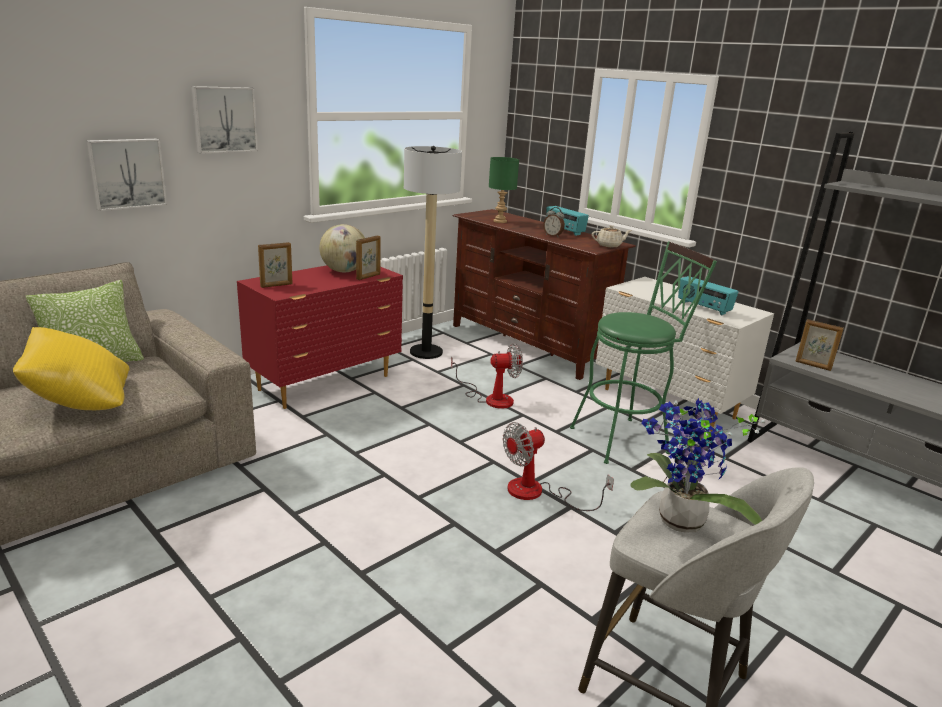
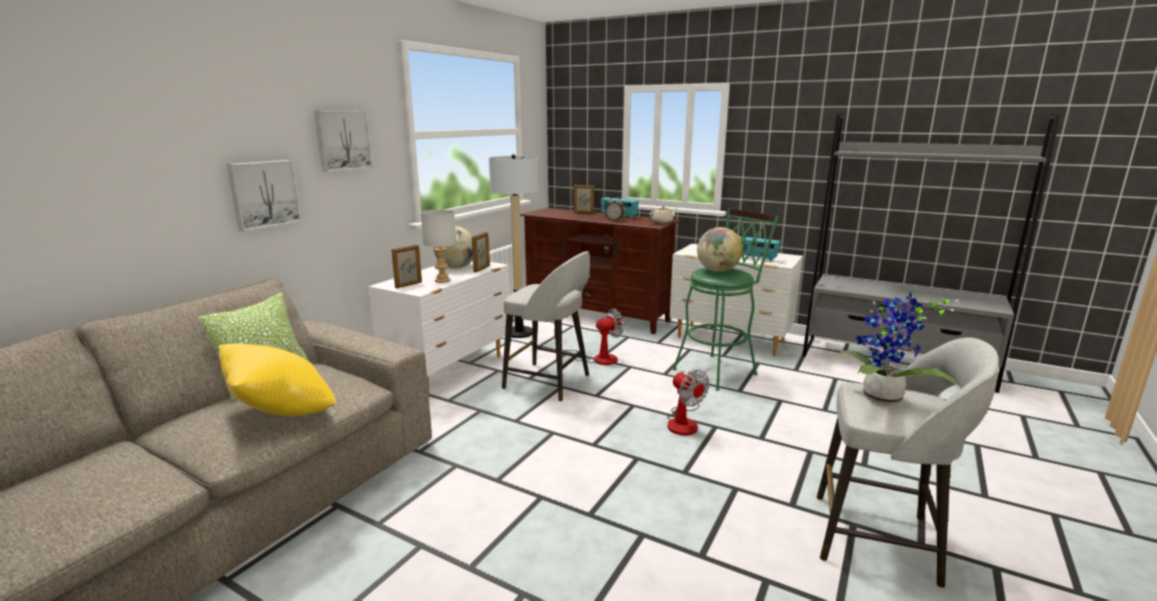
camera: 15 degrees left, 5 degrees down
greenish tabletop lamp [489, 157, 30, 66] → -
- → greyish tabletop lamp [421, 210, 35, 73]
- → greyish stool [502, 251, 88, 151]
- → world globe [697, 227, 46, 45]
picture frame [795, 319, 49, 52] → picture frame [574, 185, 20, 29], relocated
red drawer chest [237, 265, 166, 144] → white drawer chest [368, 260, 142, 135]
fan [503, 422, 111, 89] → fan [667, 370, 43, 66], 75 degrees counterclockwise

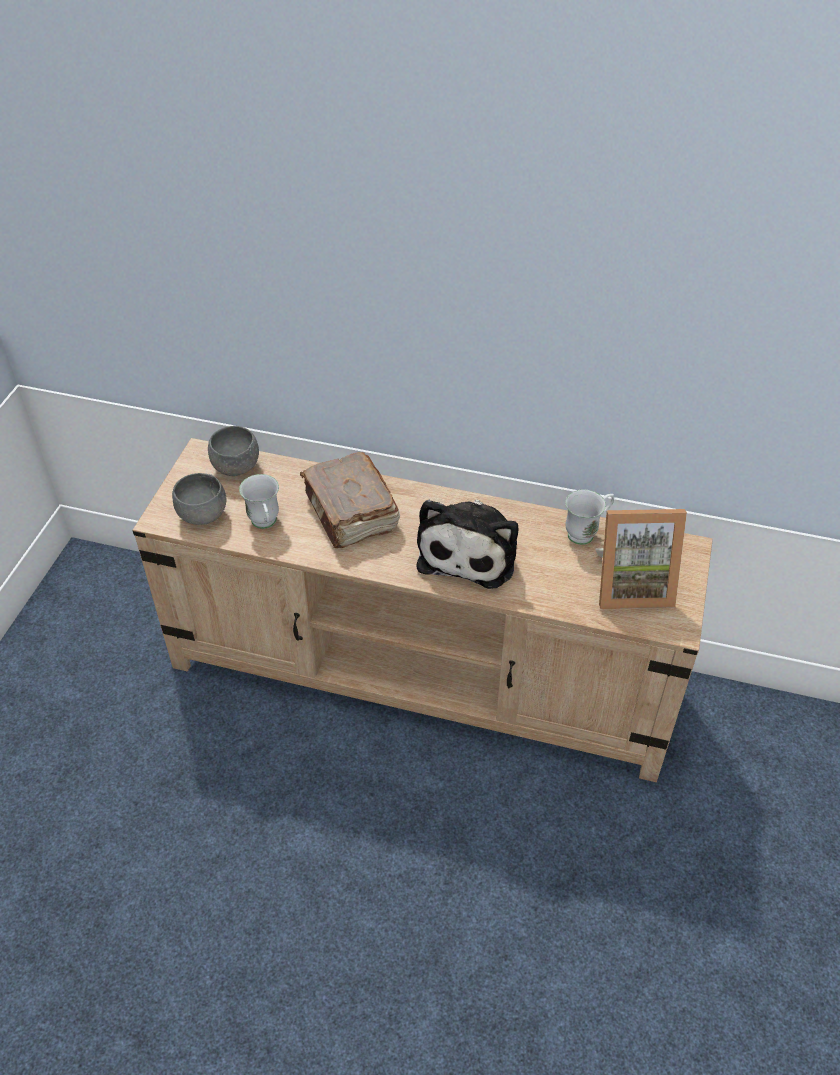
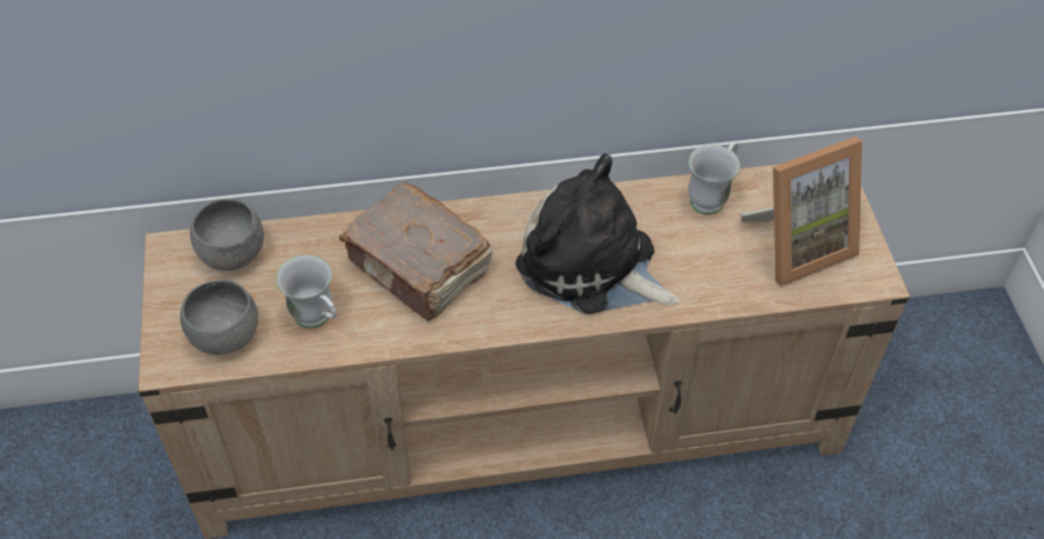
camera: 25 degrees left, 5 degrees up
plush toy [417, 500, 101, 89] → plush toy [516, 154, 163, 160], 135 degrees clockwise

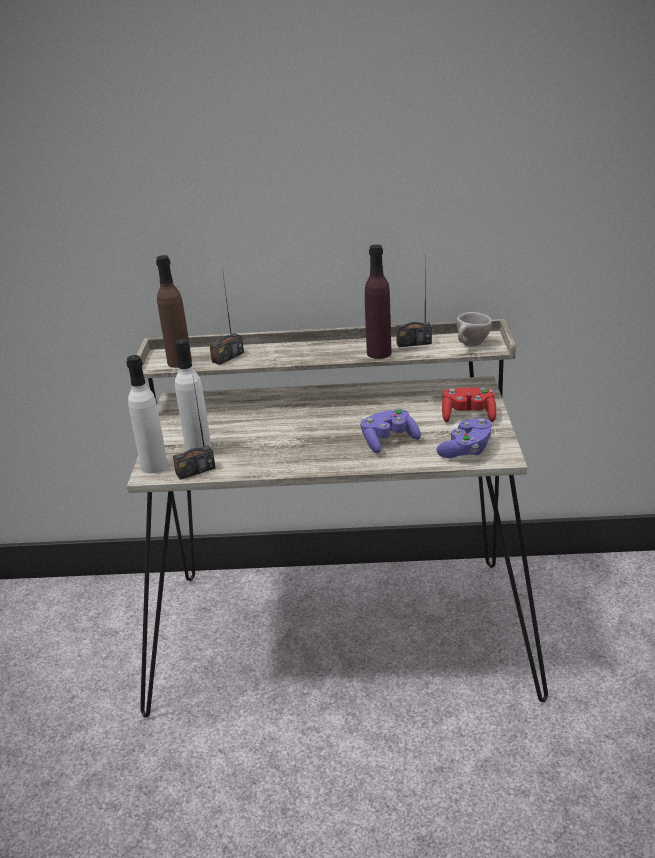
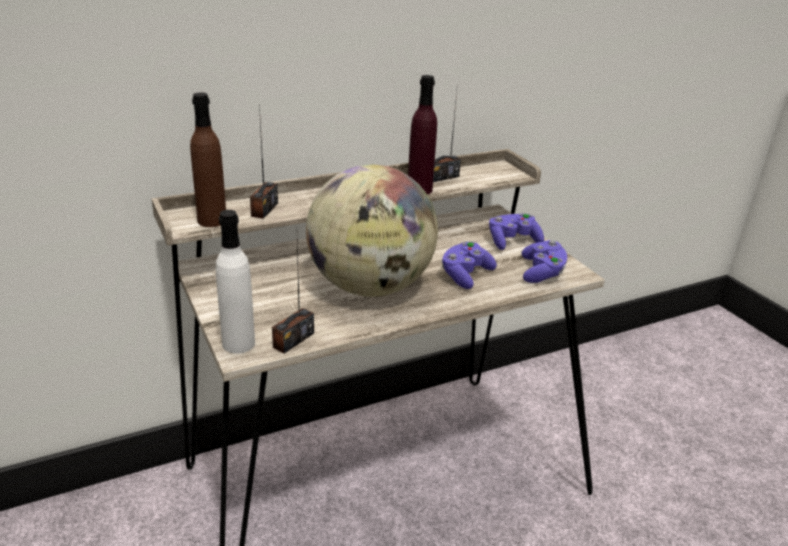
camera: 30 degrees left, 0 degrees up
white bottle [174, 339, 37, 112] → -
beige-coloured small cup [456, 312, 36, 35] → -
- → world globe [306, 165, 132, 132]
red joypad [442, 387, 54, 36] → purple-coloured joypad [489, 213, 55, 37]

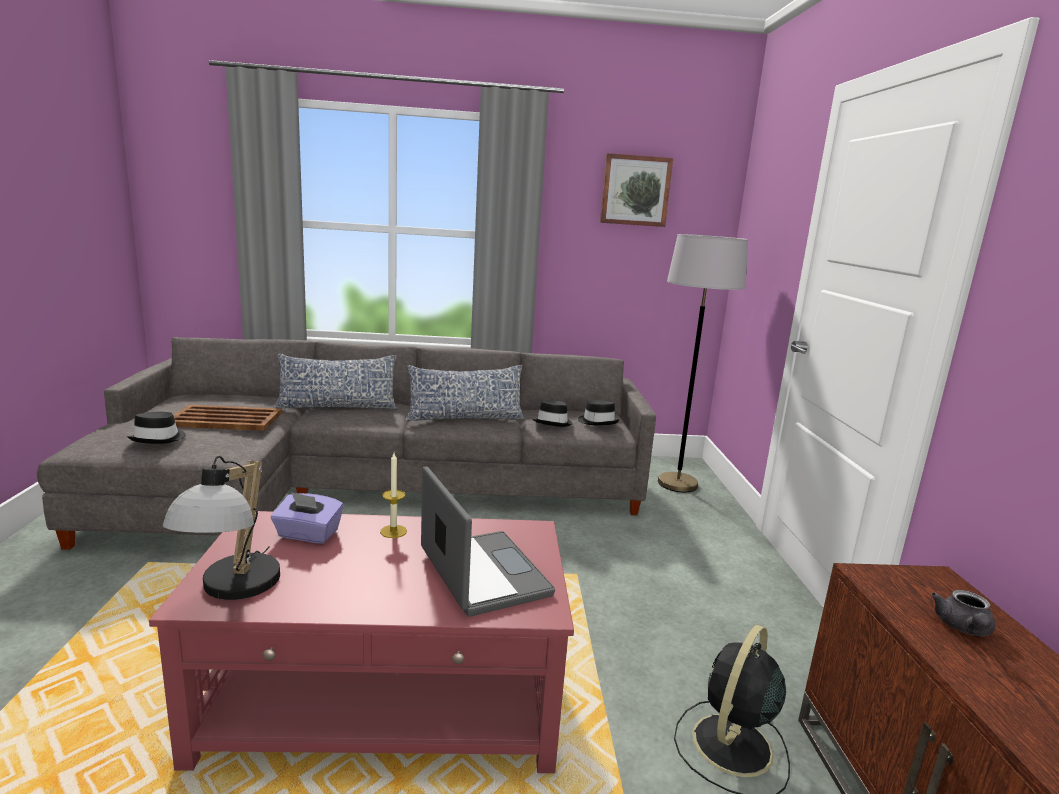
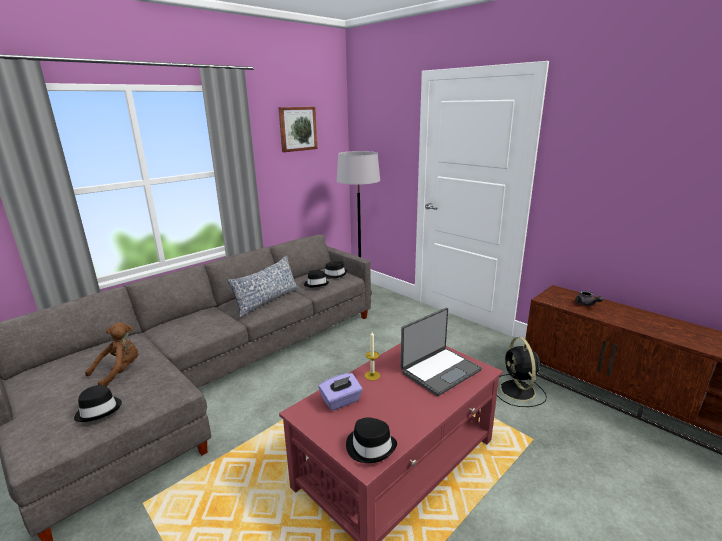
camera: 40 degrees left, 5 degrees up
throw pillow [273, 353, 125, 56] → -
tabletop lamp [162, 456, 118, 144] → black hat [346, 418, 51, 45]
brown carrying tray [173, 404, 109, 27] → brown plush toy [85, 322, 53, 65]
laptop [421, 467, 134, 150] → laptop [401, 308, 81, 88], 120 degrees clockwise

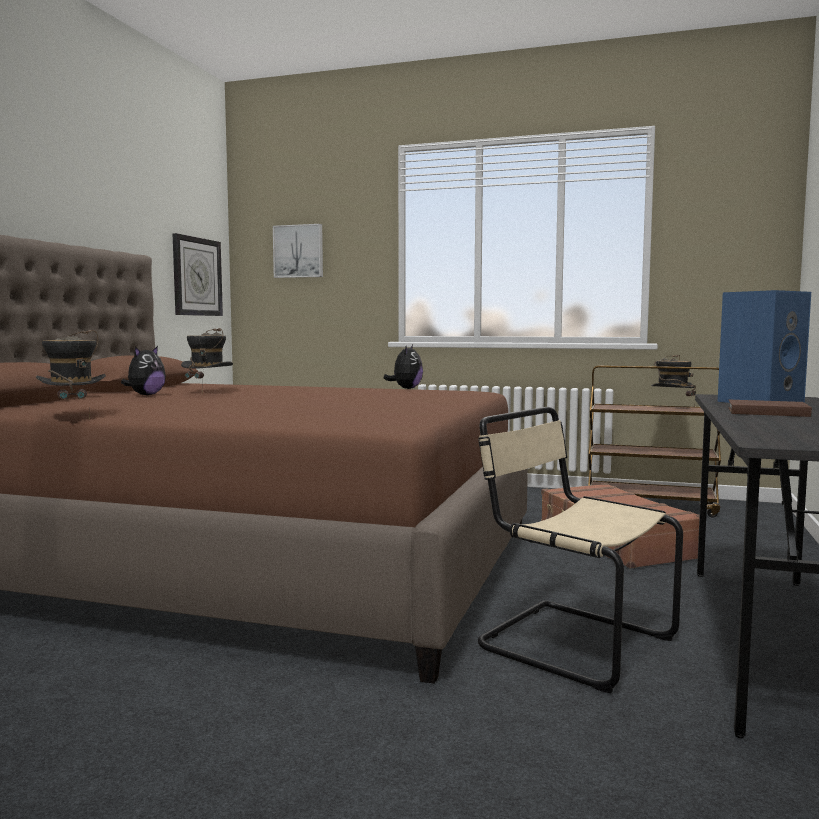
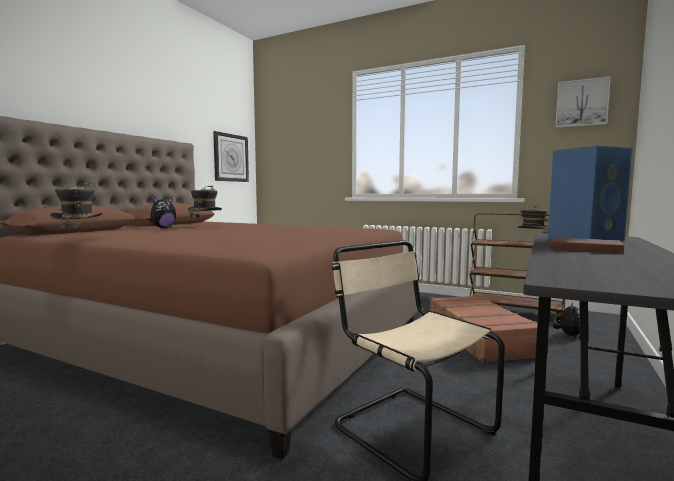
camera: 10 degrees right, 0 degrees up
picture [273, 224, 50, 54] → picture [555, 76, 56, 52], relocated
plush toy [384, 345, 39, 44] → plush toy [553, 302, 27, 34], relocated

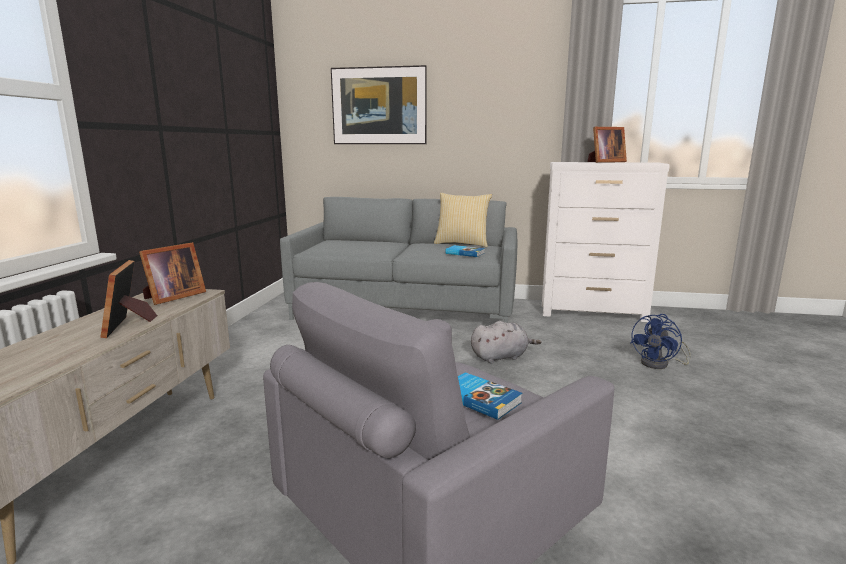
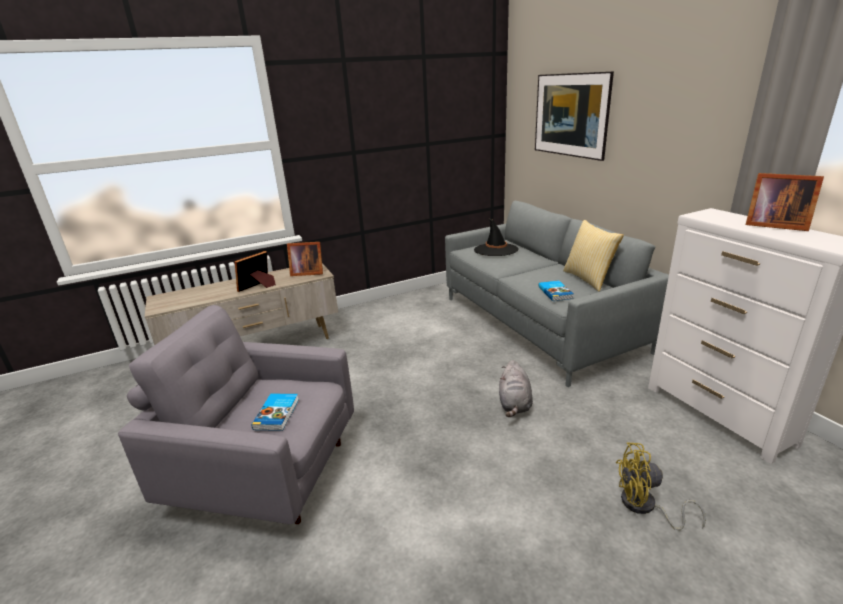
camera: 55 degrees right, 10 degrees up
- → black hat [474, 218, 45, 38]
blue-coloured fan [631, 314, 60, 55] → yellowish fan [616, 442, 90, 89]
greyish plush toy [471, 321, 70, 42] → greyish plush toy [499, 360, 34, 57], 60 degrees clockwise

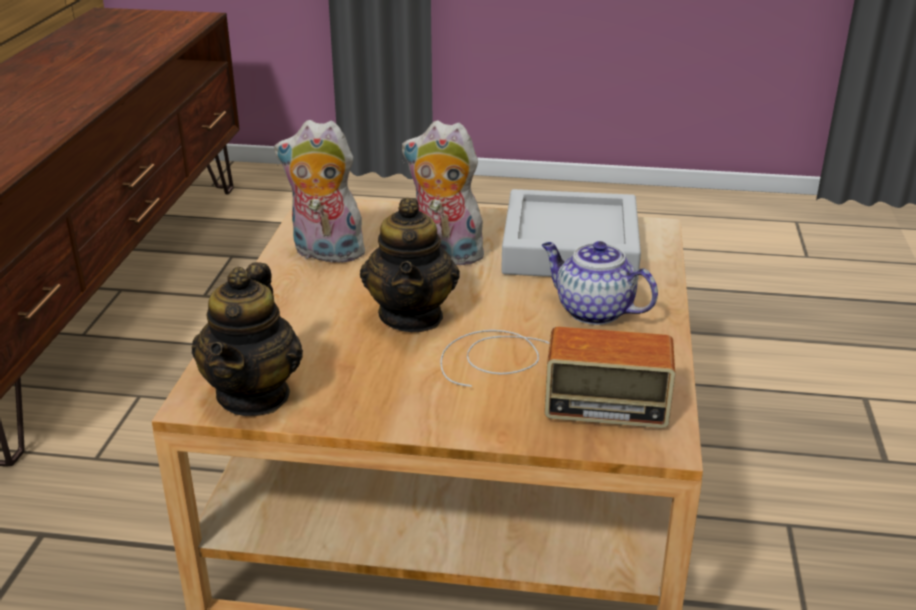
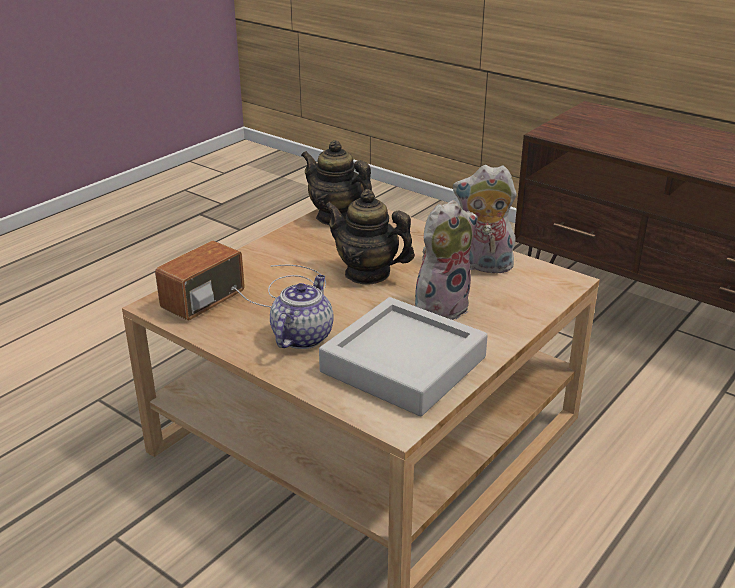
camera: 120 degrees right, 0 degrees up
plush toy [274, 120, 95, 143] → plush toy [453, 165, 64, 109], 120 degrees counterclockwise
tea pot [542, 241, 116, 84] → tea pot [270, 275, 63, 74], 45 degrees counterclockwise

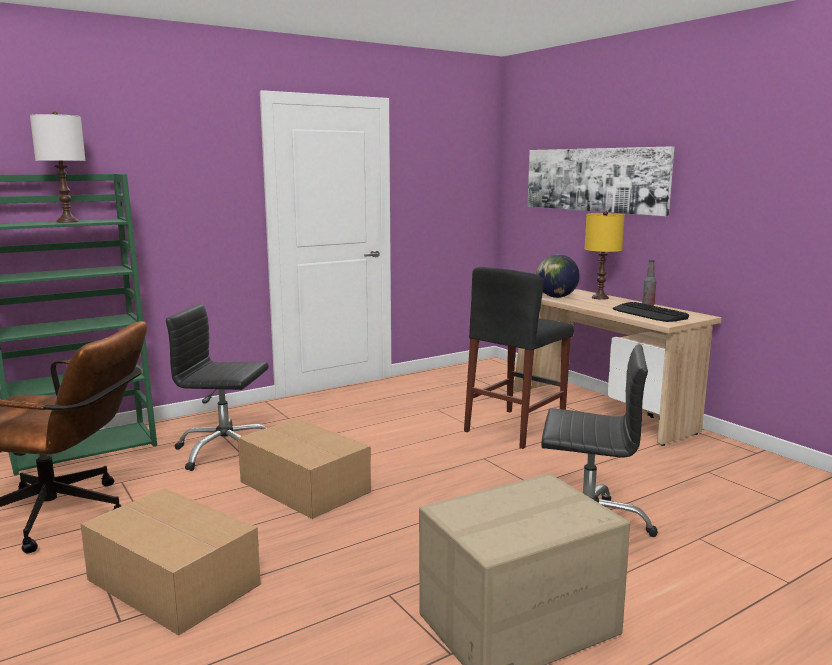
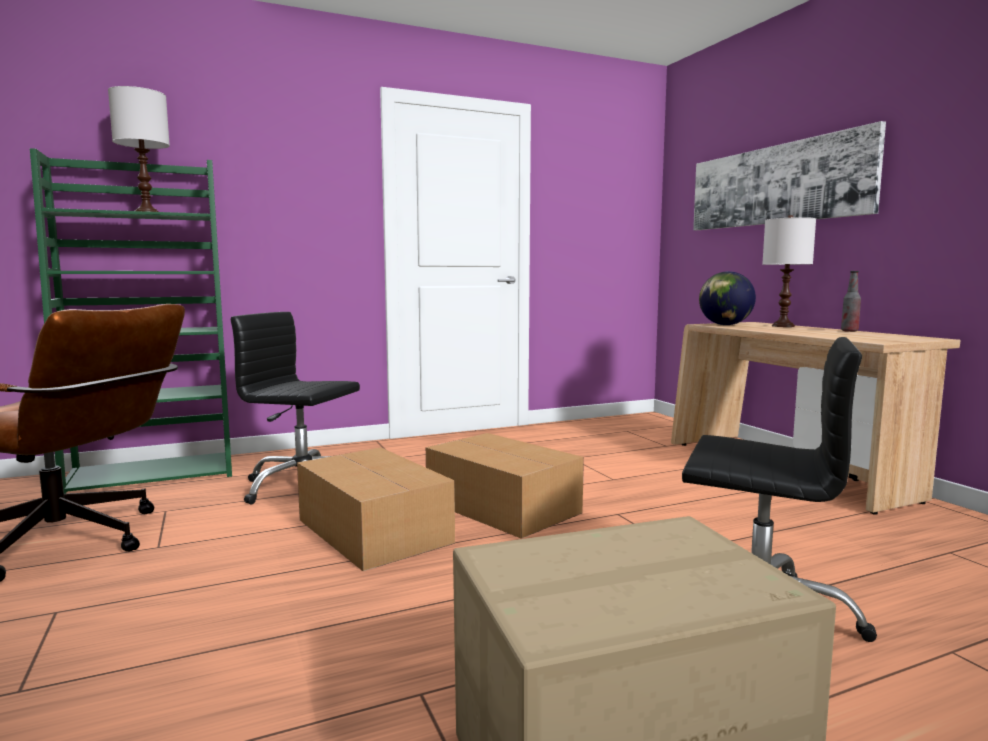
camera: 10 degrees right, 5 degrees down
black stool [464, 267, 110, 182] → -
computer keyboard [613, 302, 76, 20] → -
cardboard box [81, 488, 180, 148] → cardboard box [426, 433, 158, 106], relocated
yellowish tabletop lamp [585, 211, 40, 89] → white tabletop lamp [762, 215, 54, 112]

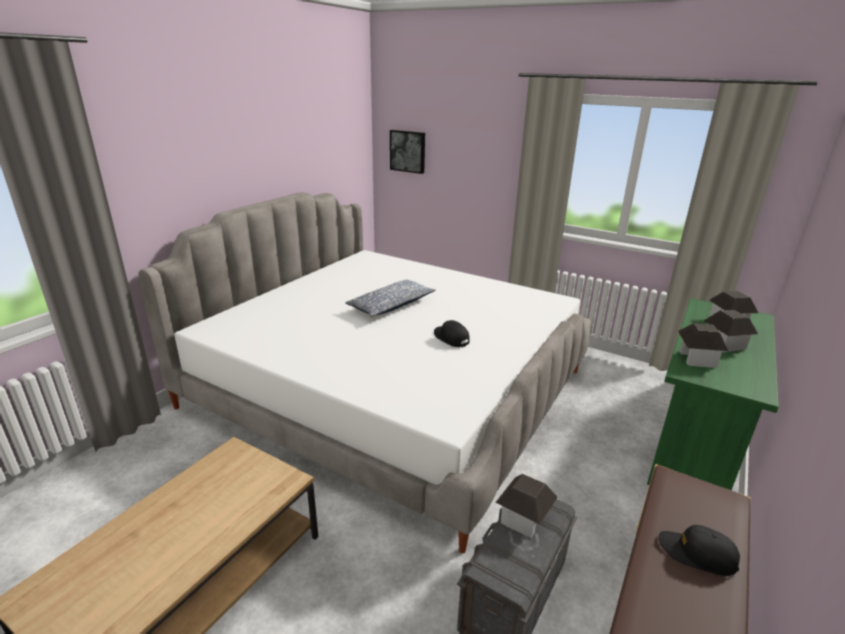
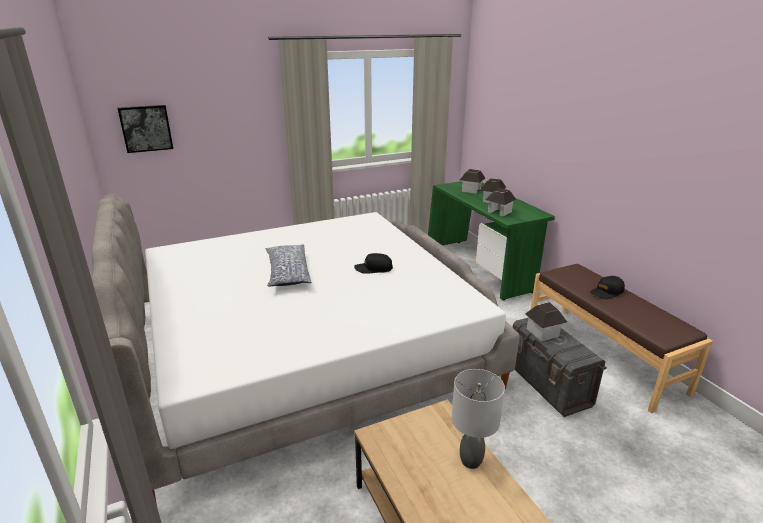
camera: 55 degrees left, 0 degrees up
- → greyish tabletop lamp [452, 369, 53, 100]

